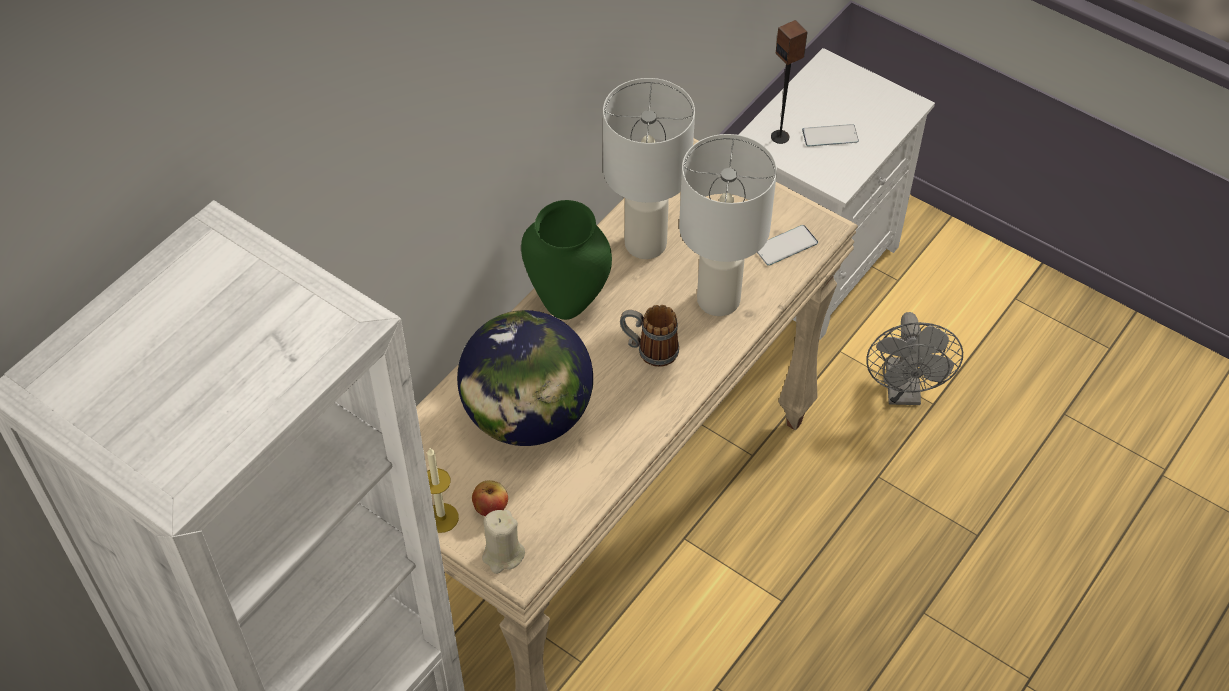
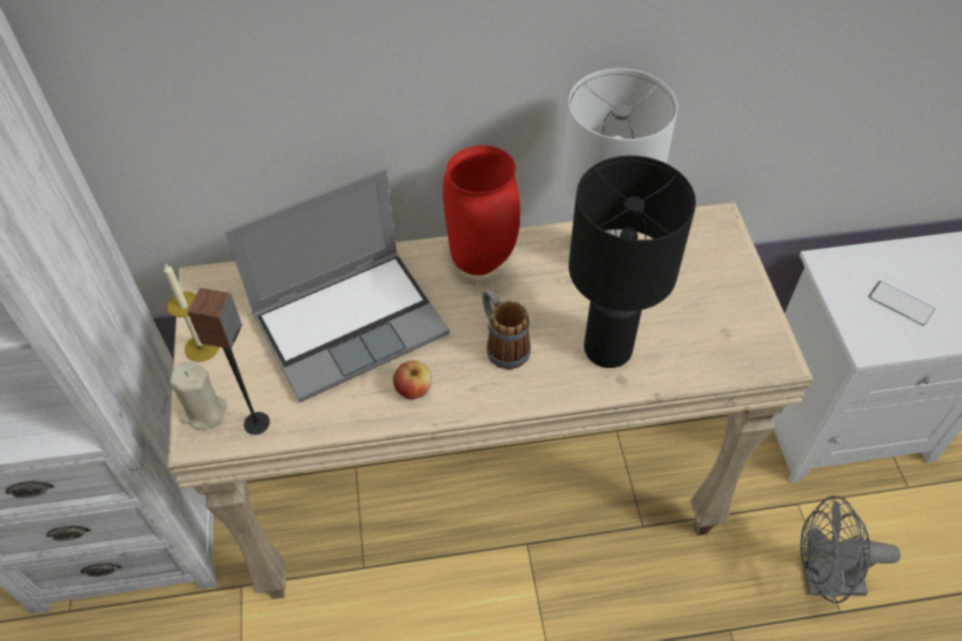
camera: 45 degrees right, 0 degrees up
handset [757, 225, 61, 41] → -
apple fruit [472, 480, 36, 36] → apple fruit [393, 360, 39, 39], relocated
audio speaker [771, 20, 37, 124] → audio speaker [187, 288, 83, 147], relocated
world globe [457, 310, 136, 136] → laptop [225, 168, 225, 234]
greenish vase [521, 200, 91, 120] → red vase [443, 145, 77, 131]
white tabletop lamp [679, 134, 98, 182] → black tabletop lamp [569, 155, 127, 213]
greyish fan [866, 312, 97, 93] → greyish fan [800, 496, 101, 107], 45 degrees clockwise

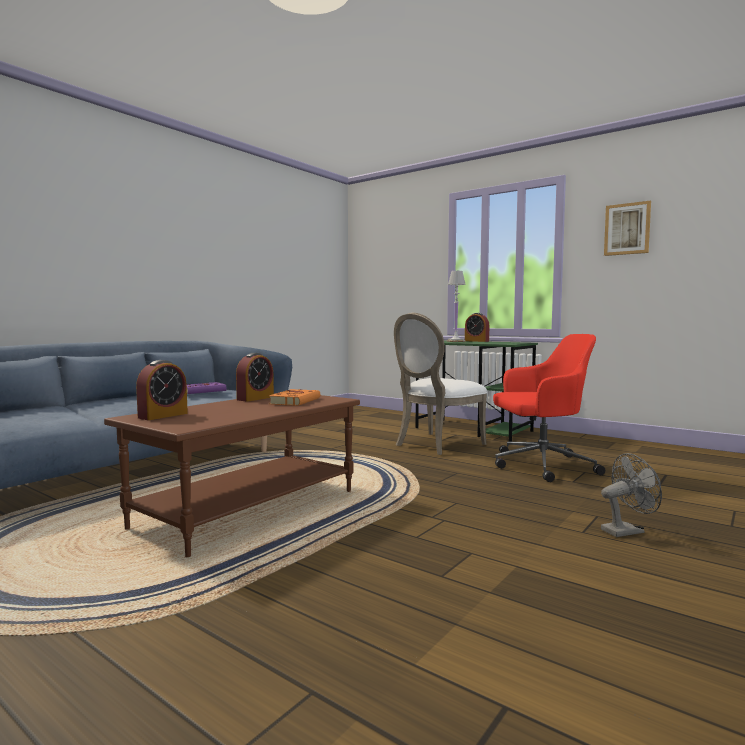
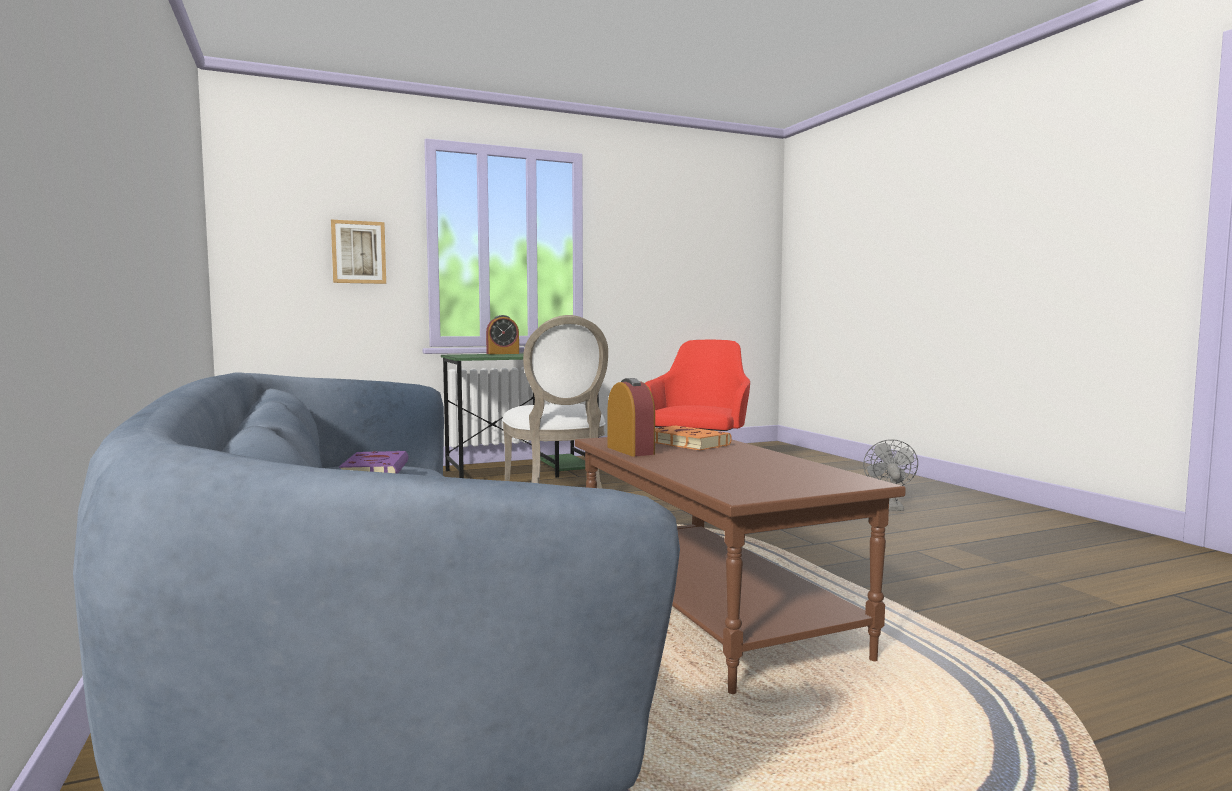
camera: 60 degrees left, 0 degrees up
alarm clock [136, 360, 52, 60] → -
white tabletop lamp [447, 271, 19, 71] → -
picture [604, 201, 47, 55] → picture [331, 220, 55, 64], relocated

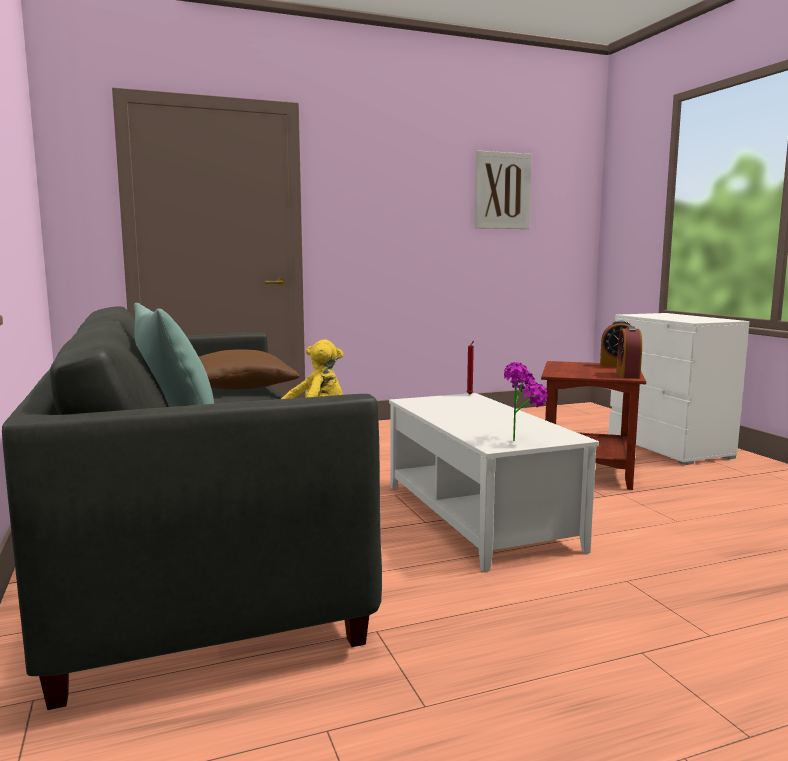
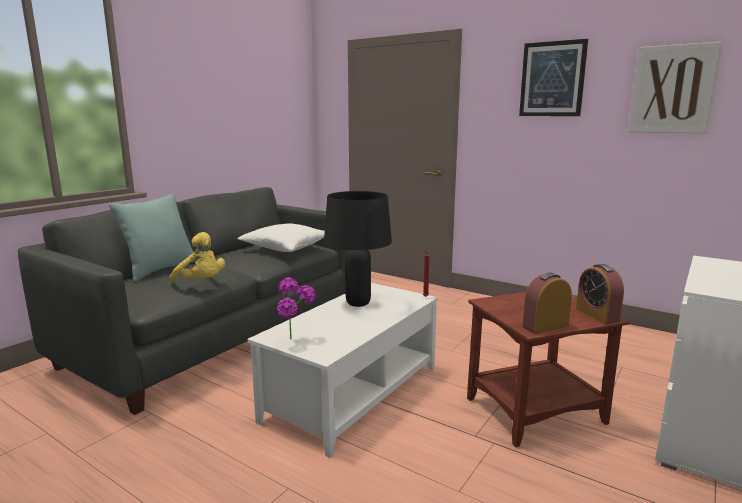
camera: 55 degrees right, 5 degrees up
- → black tabletop lamp [324, 191, 68, 116]
- → picture [519, 39, 69, 77]
brown throw pillow [199, 350, 101, 40] → white throw pillow [238, 223, 87, 29]

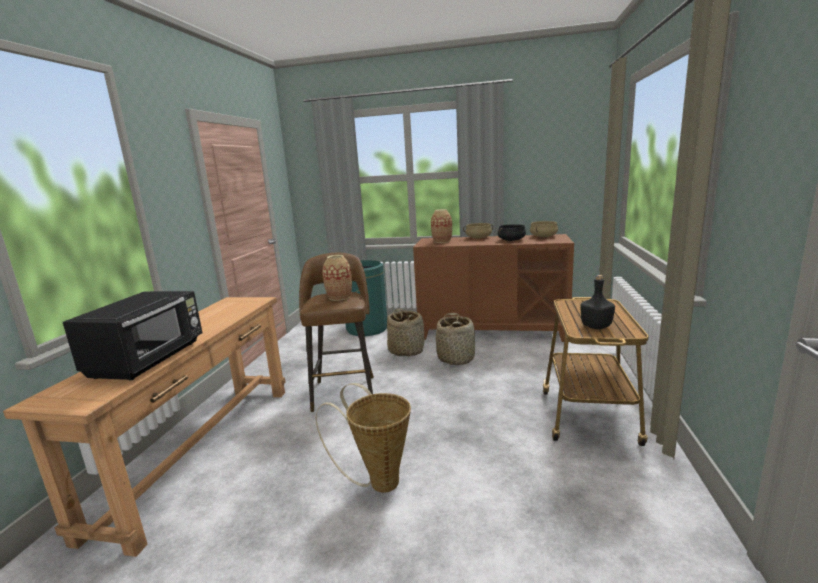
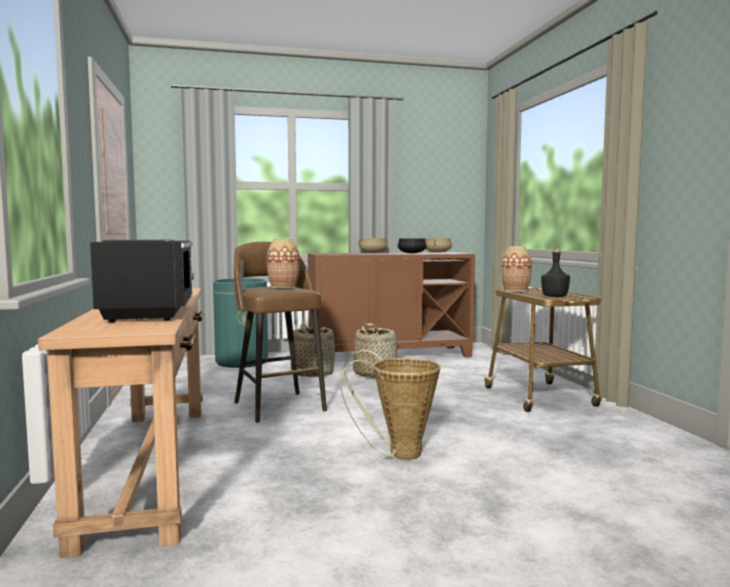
camera: 25 degrees left, 10 degrees down
vase [431, 209, 21, 34] → vase [501, 246, 31, 45], relocated

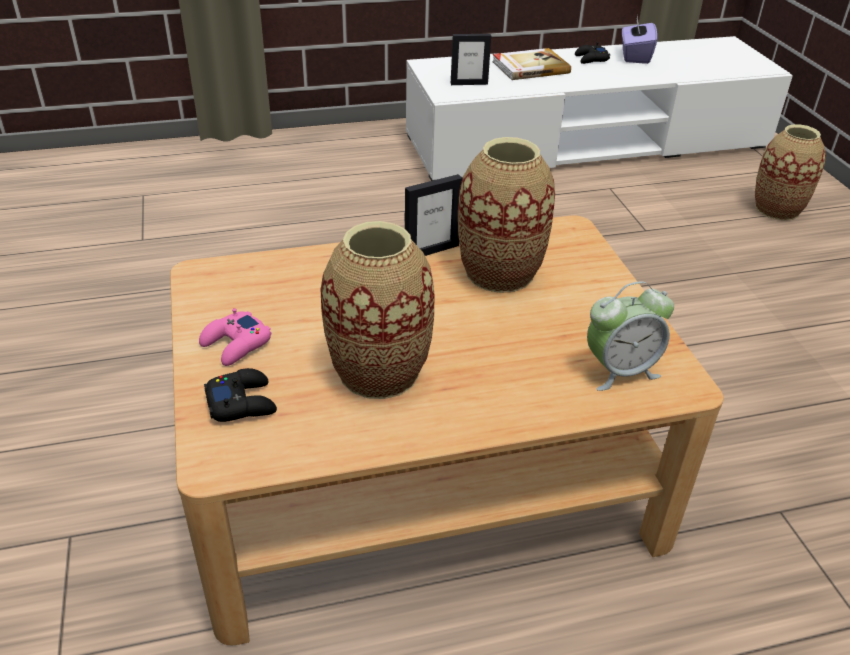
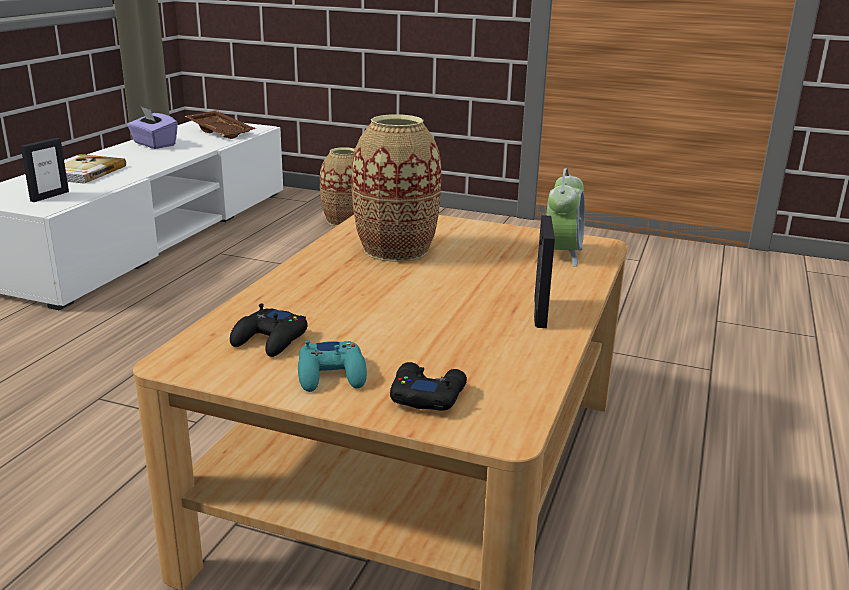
camera: 55 degrees left, 15 degrees down
vase [321, 221, 113, 178] → -
- → brown carrying tray [184, 111, 72, 28]
picture frame [405, 174, 58, 82] → picture frame [534, 215, 21, 113], relocated
black joypad [575, 42, 35, 22] → black joypad [230, 304, 78, 53], relocated
pink joypad [199, 308, 72, 58] → turquoise joypad [298, 340, 69, 52]

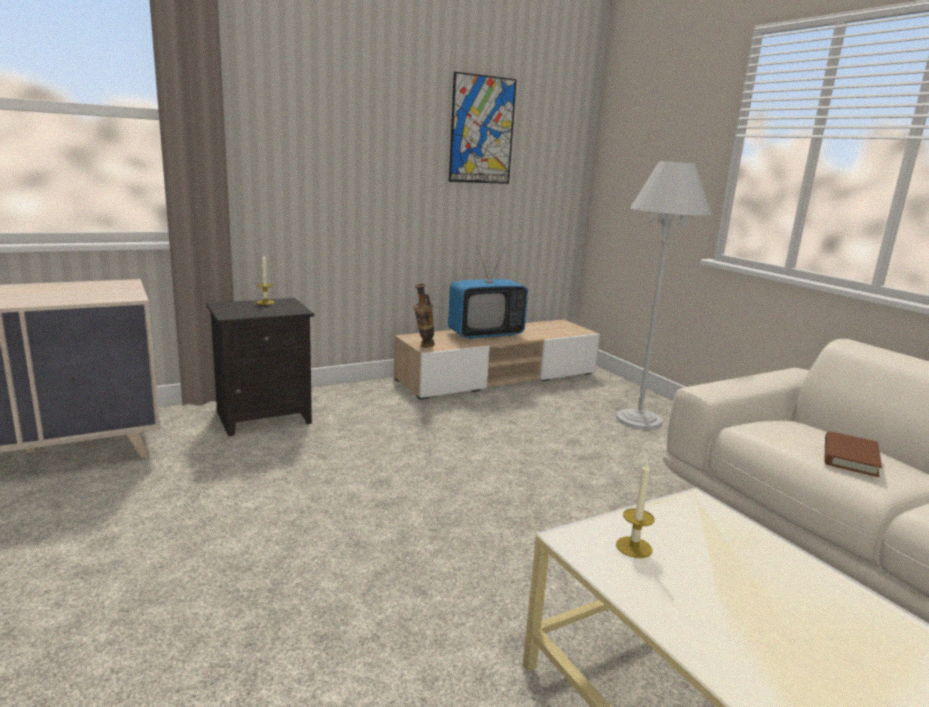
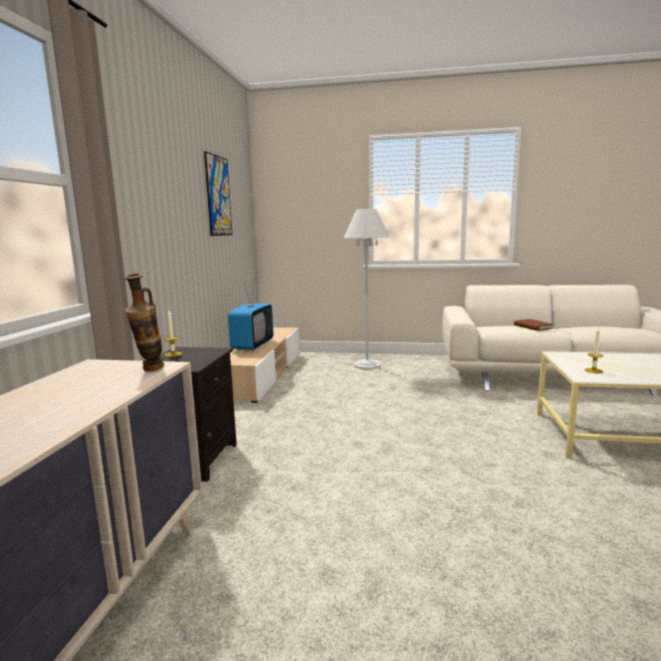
camera: 50 degrees left, 5 degrees down
vase [414, 283, 21, 65] → vase [123, 273, 41, 99], relocated

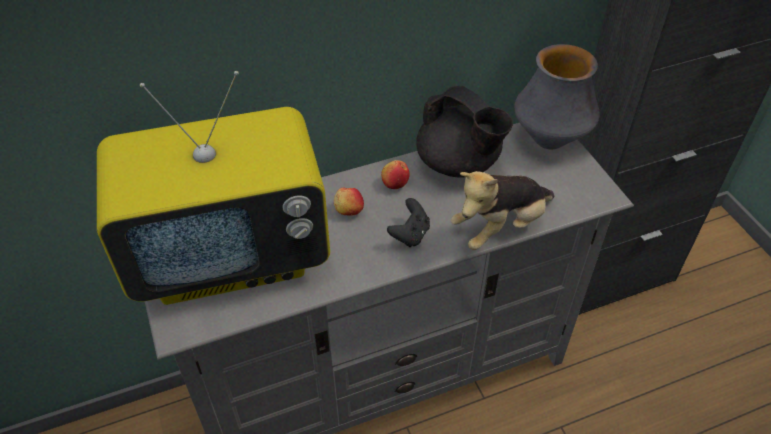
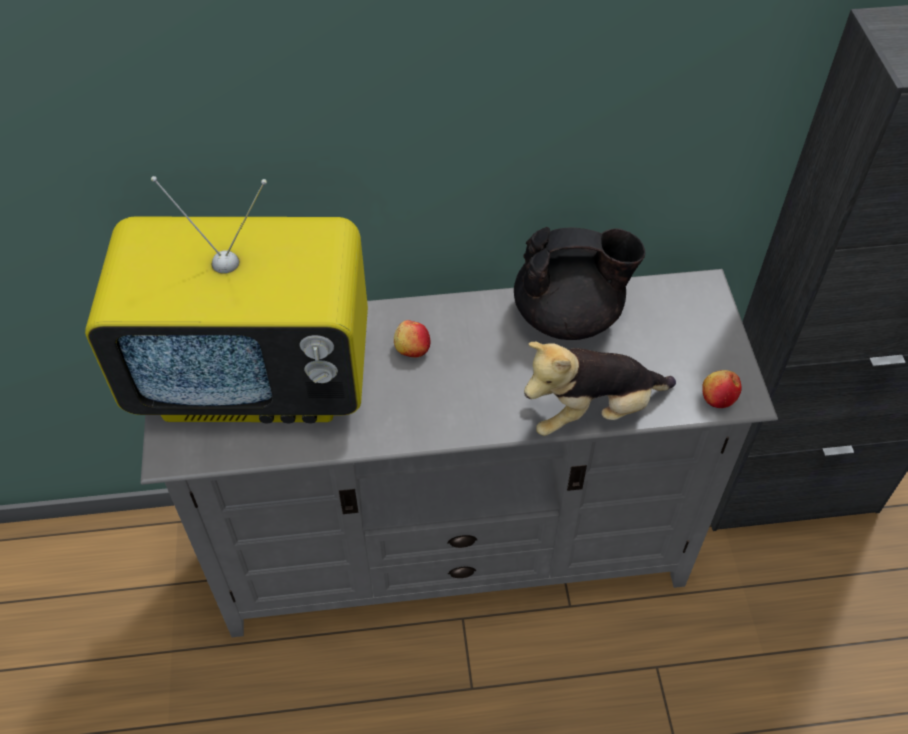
camera: 15 degrees right, 5 degrees up
black joypad [387, 198, 43, 49] → -
vase [514, 44, 86, 105] → -
apple fruit [381, 160, 29, 29] → apple fruit [702, 370, 40, 38], relocated
black tea pot [416, 86, 97, 92] → black tea pot [514, 227, 131, 113], 60 degrees counterclockwise

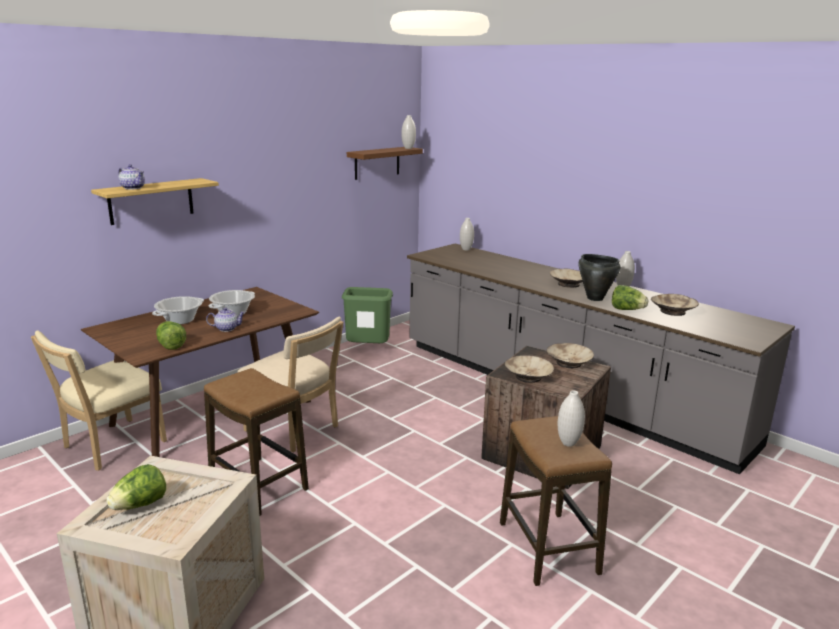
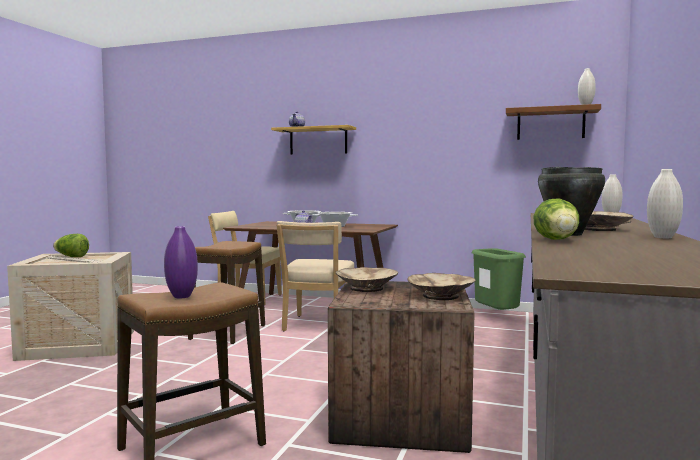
camera: 65 degrees right, 15 degrees down
head of lettuce [156, 321, 30, 29] → -
beige-coloured bowl [651, 294, 48, 22] → -
white vase [558, 390, 27, 57] → purple-coloured vase [164, 226, 34, 72]

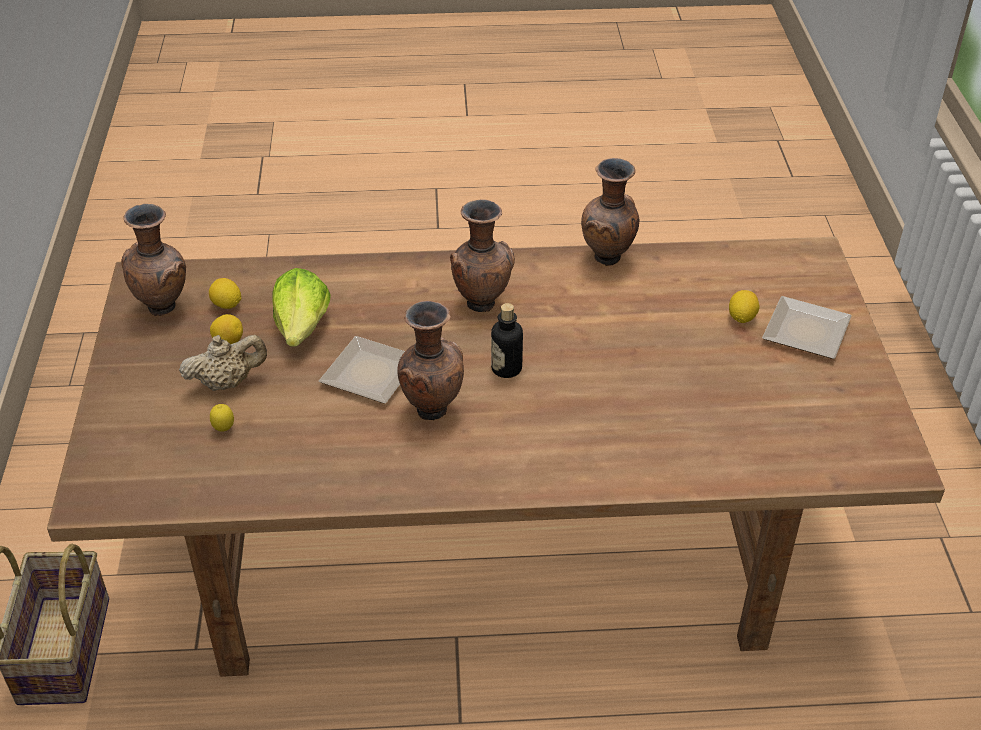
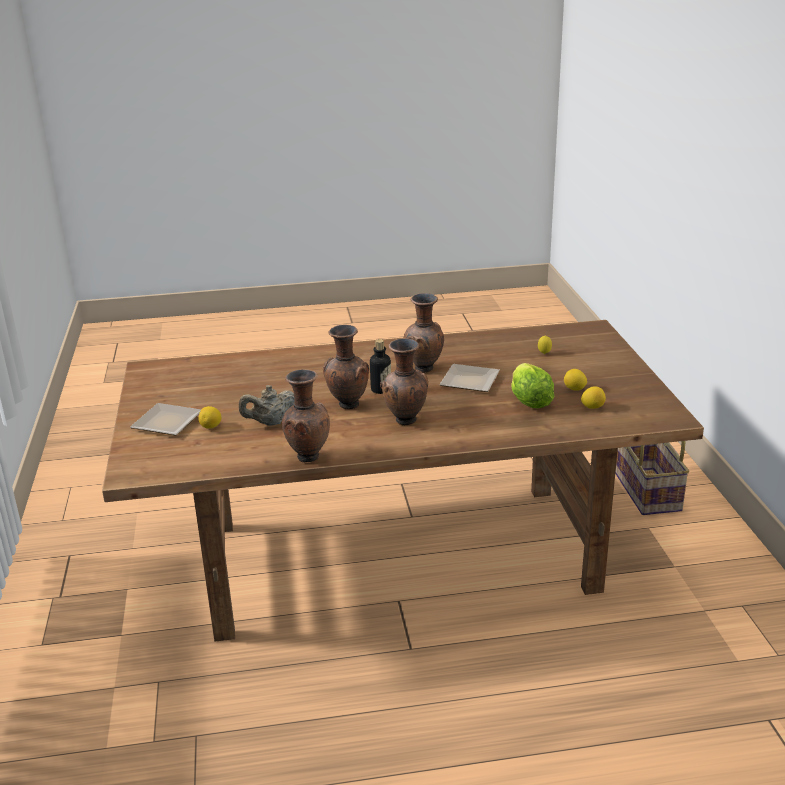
camera: 175 degrees right, 15 degrees down
brown vase [121, 204, 65, 112] → brown vase [323, 324, 46, 85], relocated
beige-coloured tea pot [179, 335, 88, 56] → beige-coloured tea pot [239, 385, 56, 41], relocated

